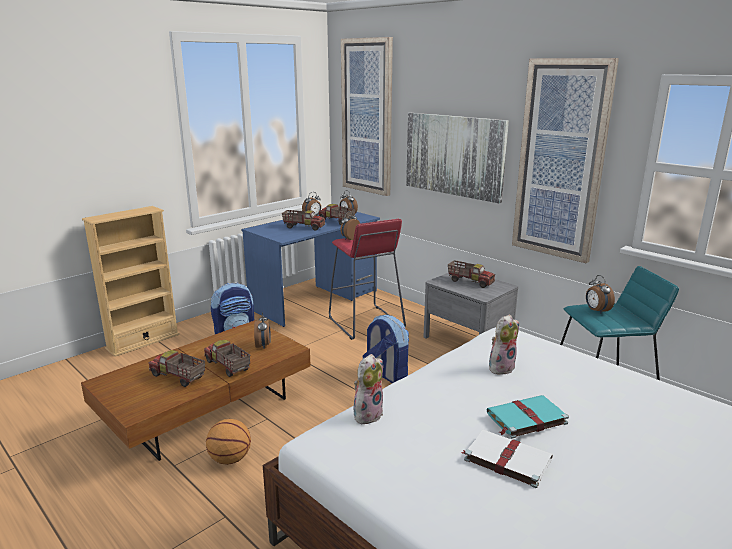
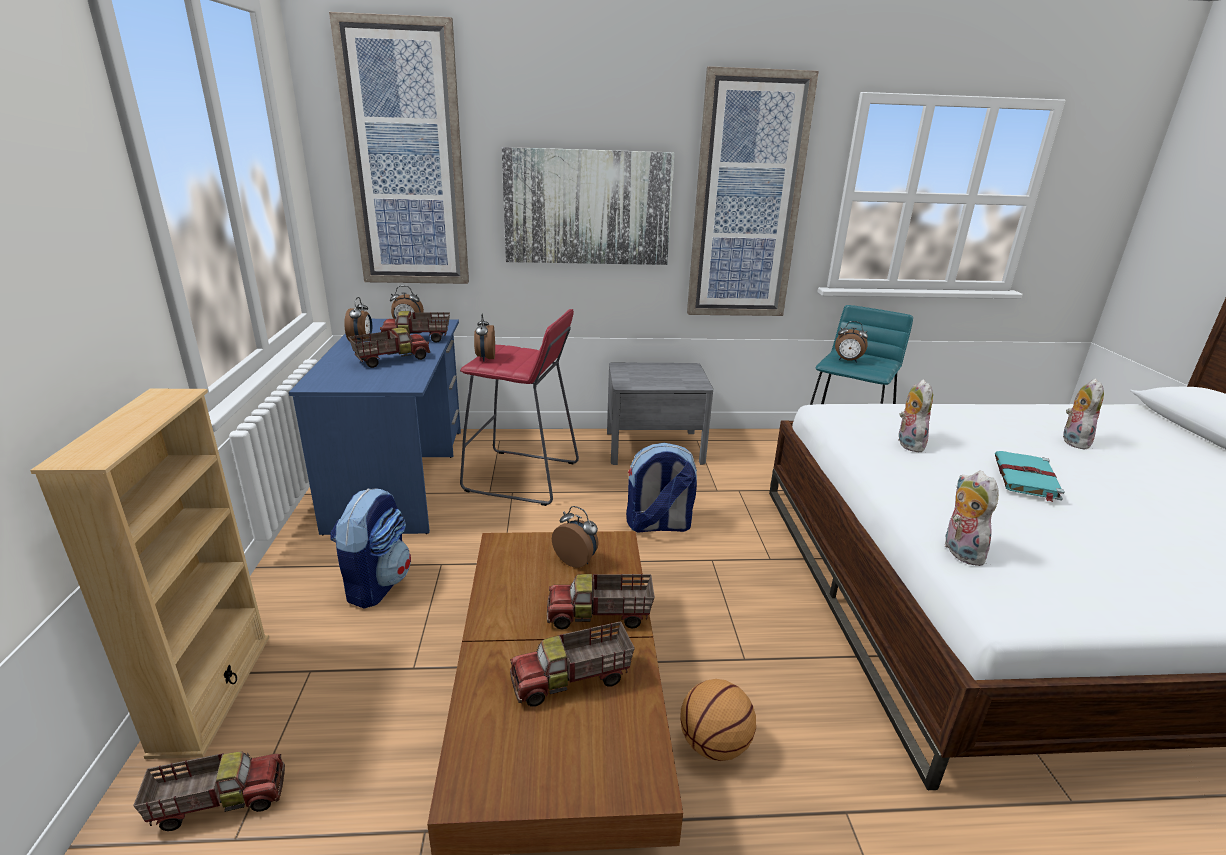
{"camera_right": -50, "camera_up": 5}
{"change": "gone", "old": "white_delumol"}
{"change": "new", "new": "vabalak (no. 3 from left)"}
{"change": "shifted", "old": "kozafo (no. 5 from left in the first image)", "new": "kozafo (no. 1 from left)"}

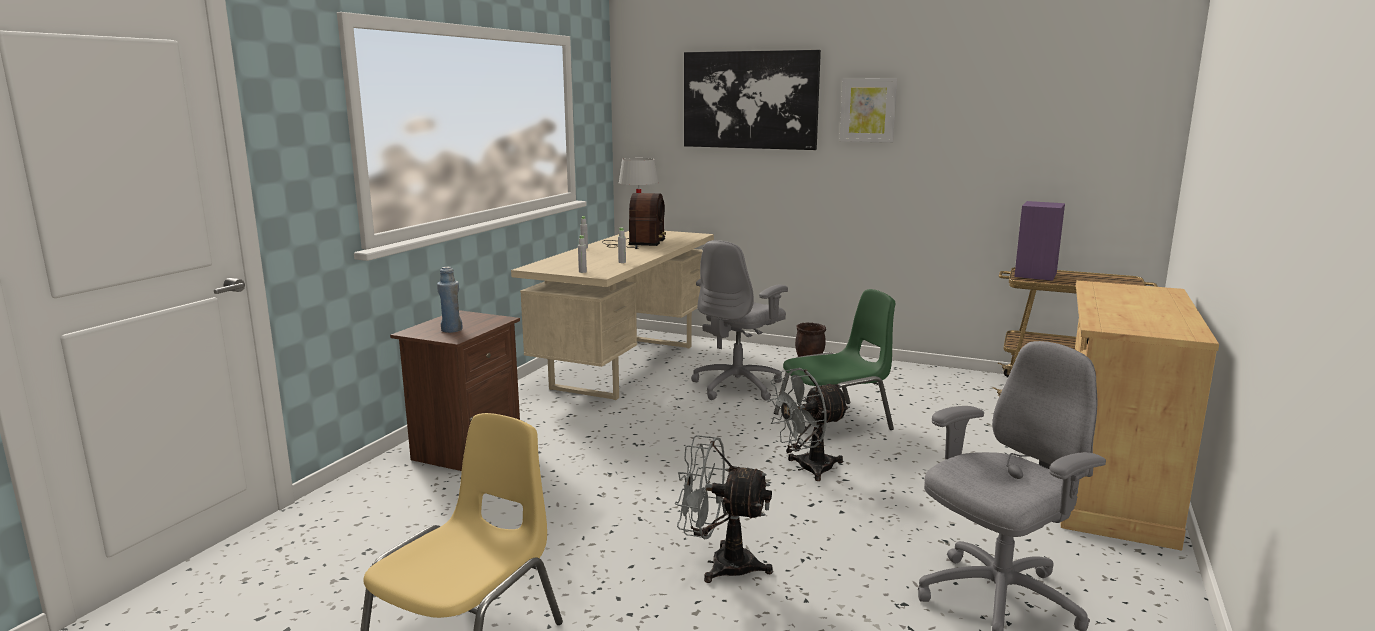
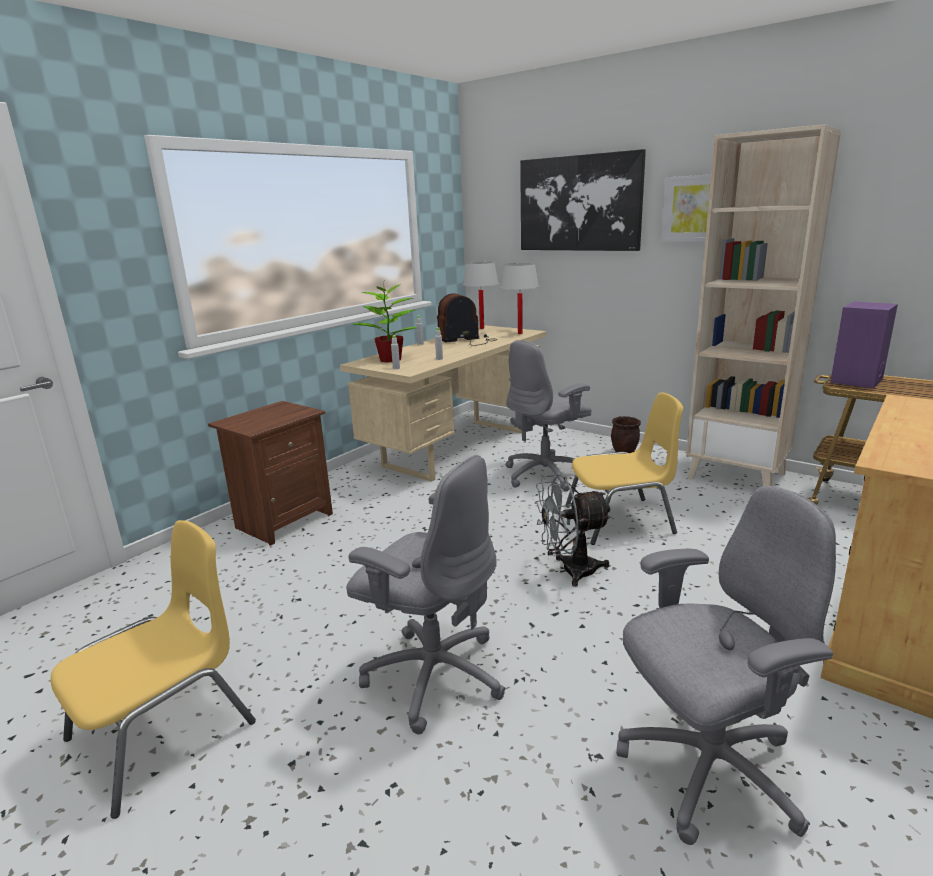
{"camera_right": 15, "camera_up": 5}
{"change": "gone", "old": "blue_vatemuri"}
{"change": "new", "new": "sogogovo"}
{"change": "new", "new": "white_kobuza (no. 2 from left)"}
{"change": "new", "new": "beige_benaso"}
{"change": "swapped", "old": "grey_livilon (no. 1 from left)", "new": "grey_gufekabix (no. 1 from left)"}
{"change": "repainted", "old": "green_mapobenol", "new": "yellow_mapobenol (no. 2 from left)"}
{"change": "rotated", "old": "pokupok", "degrees": -135}

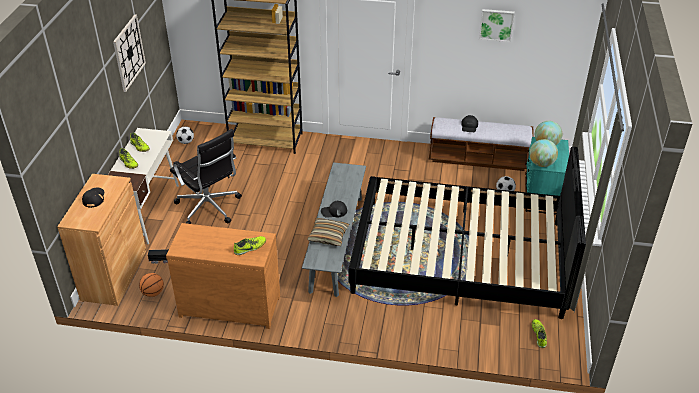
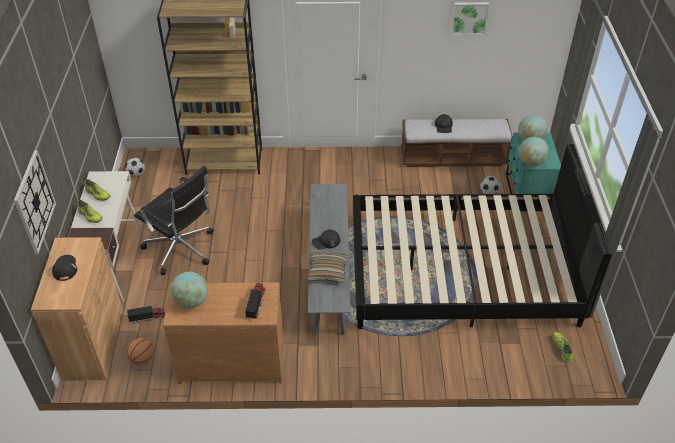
{"camera_right": -10, "camera_up": 5}
{"change": "new", "new": "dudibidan (no. 1 from left)"}
{"change": "shifted", "old": "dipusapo"}
{"change": "swapped", "old": "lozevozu (no. 3 from left)", "new": "kozafo (no. 2 from left)"}

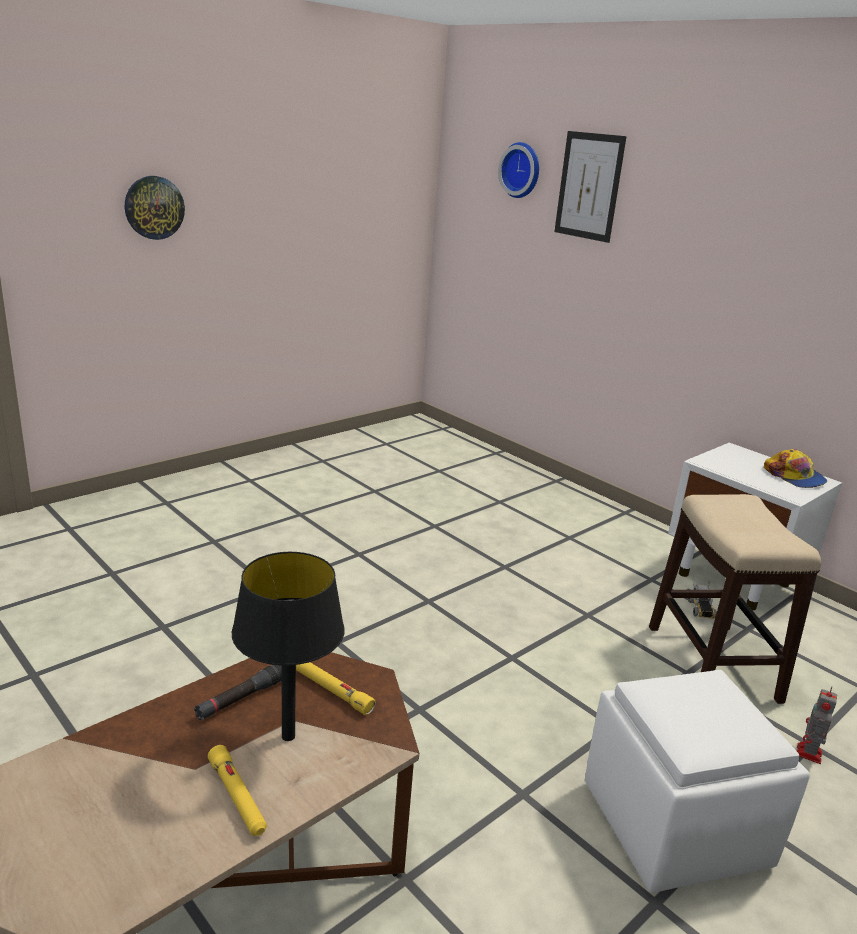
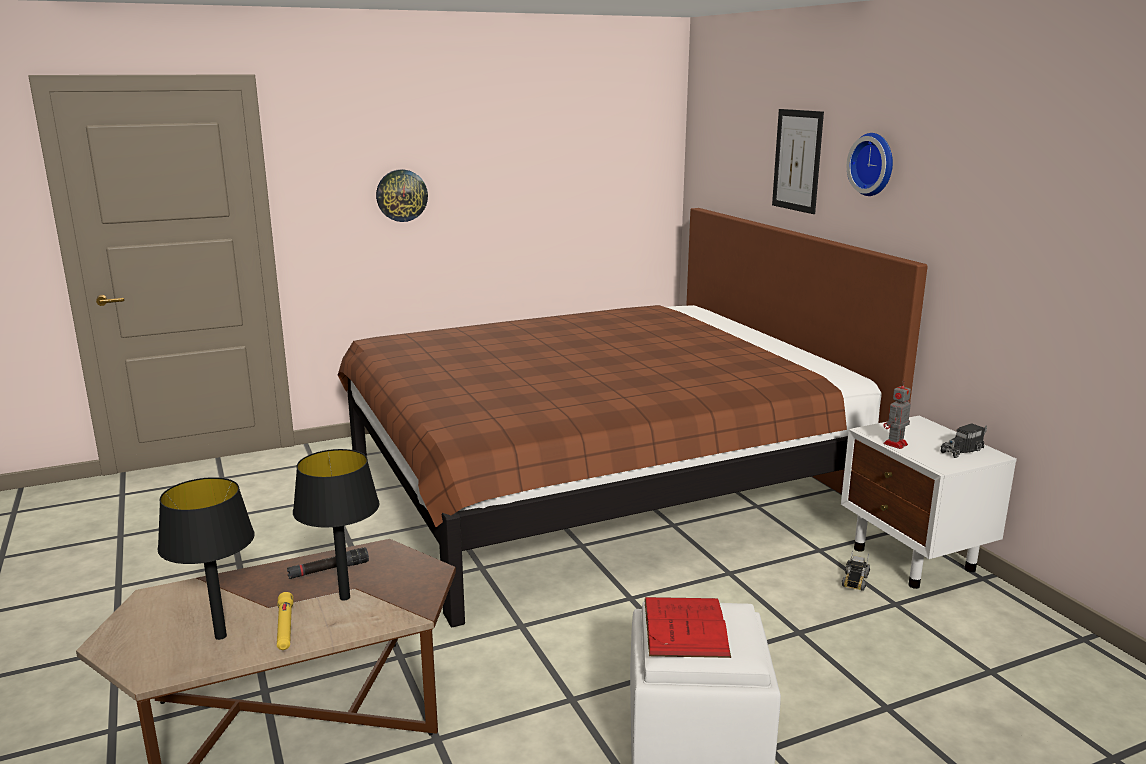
{"camera_right": 20, "camera_up": -5}
{"change": "gone", "old": "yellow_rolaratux (no. 2 from left)"}
{"change": "gone", "old": "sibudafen"}
{"change": "new", "new": "black_kobuza (no. 1 from left)"}
{"change": "new", "new": "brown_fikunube"}
{"change": "new", "new": "red_delumol"}
{"change": "shifted", "old": "dipusapo (no. 2 from left)"}
{"change": "shifted", "old": "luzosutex"}
{"change": "swapped", "old": "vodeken", "new": "kozafo (no. 2 from left)"}

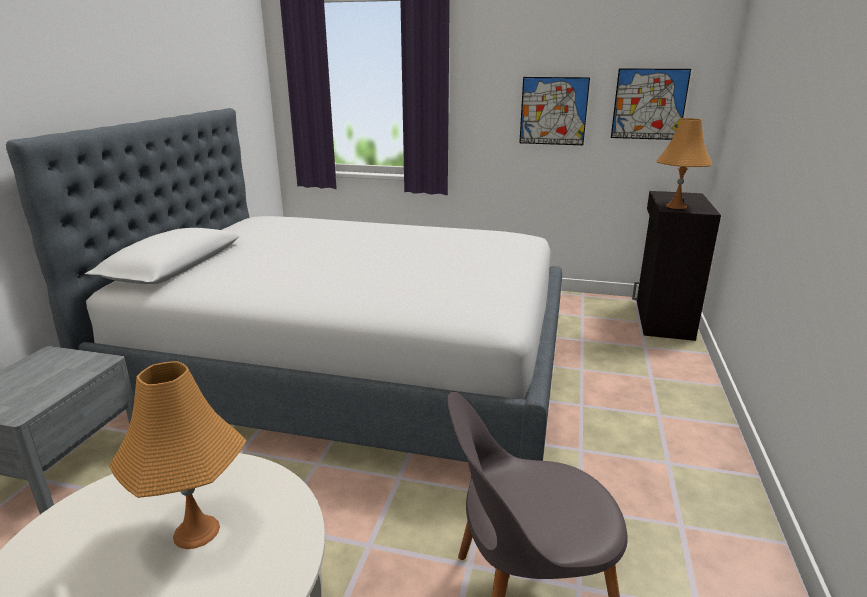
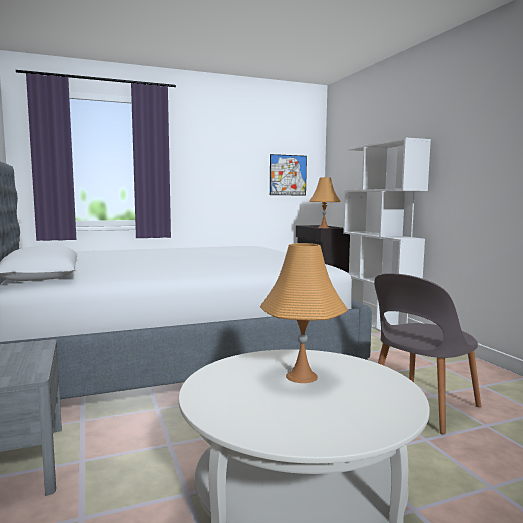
{"camera_right": -35, "camera_up": -15}
{"change": "gone", "old": "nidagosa (no. 1 from left)"}
{"change": "new", "new": "white_benaso"}

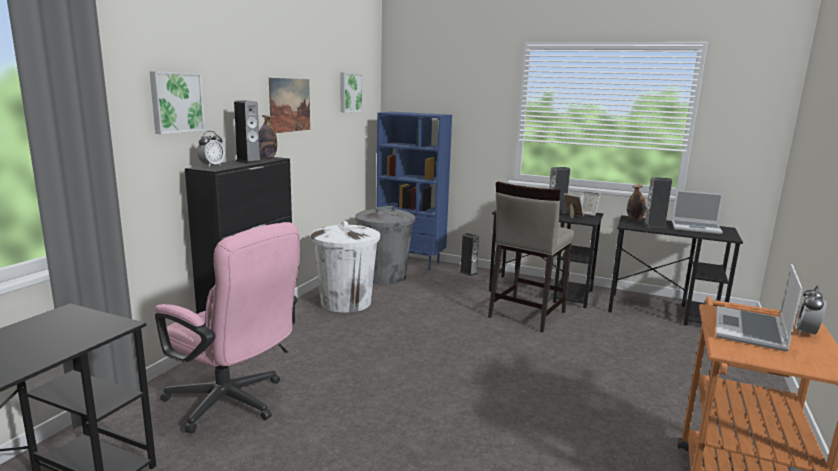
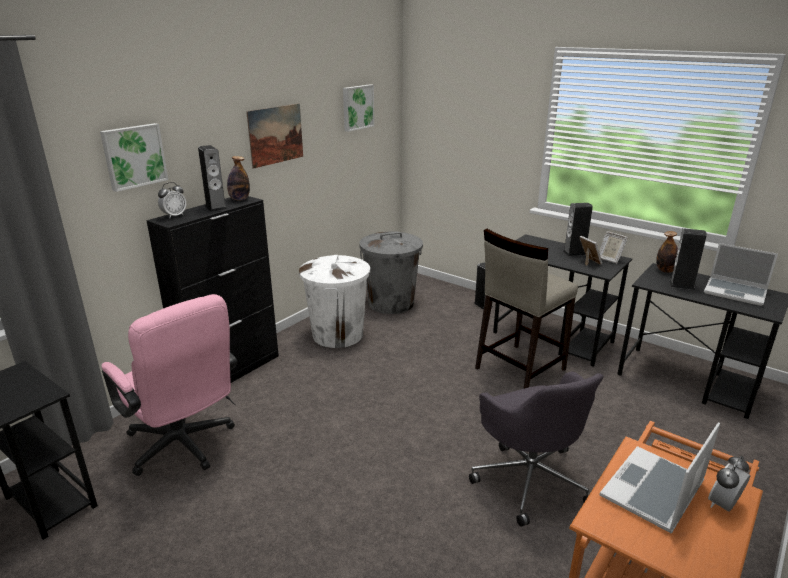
{"camera_right": 15, "camera_up": 10}
{"change": "gone", "old": "blue_benaso"}
{"change": "new", "new": "grey_gufekabix"}

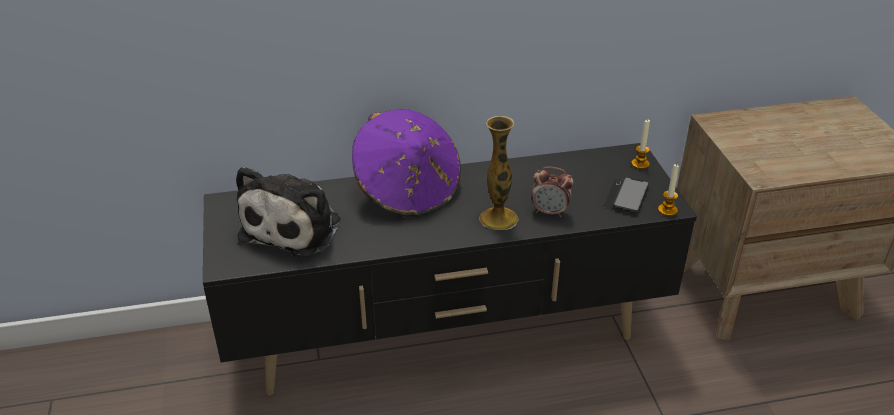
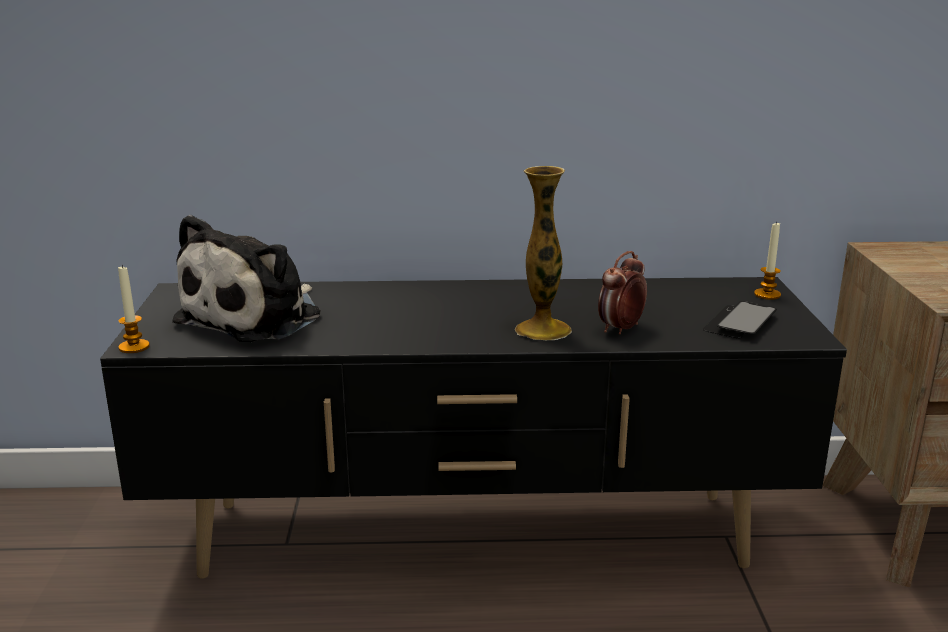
{"camera_right": 10, "camera_up": -15}
{"change": "gone", "old": "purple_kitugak"}
{"change": "shifted", "old": "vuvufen (no. 2 from left in the first image)", "new": "vuvufen (no. 1 from left)"}
{"change": "rotated", "old": "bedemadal", "degrees": 105}

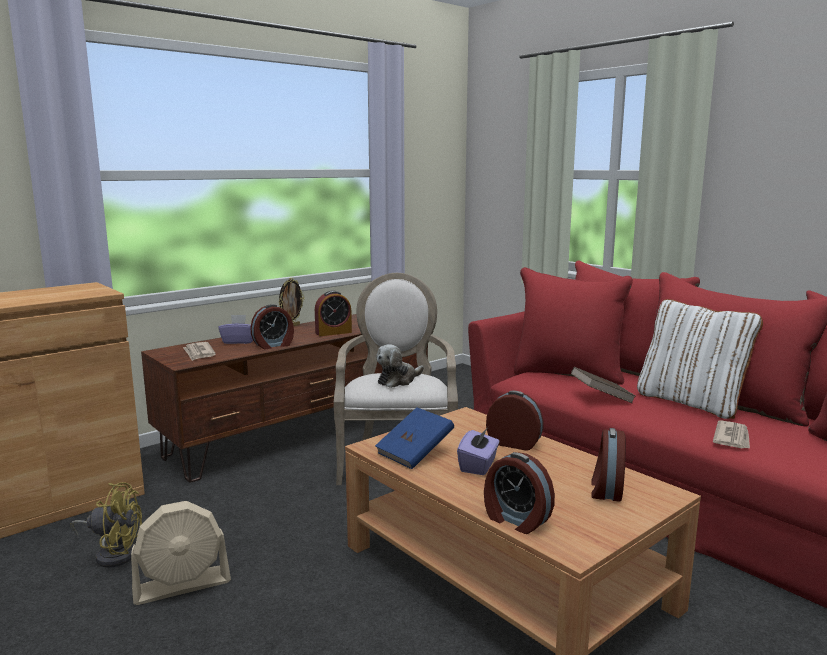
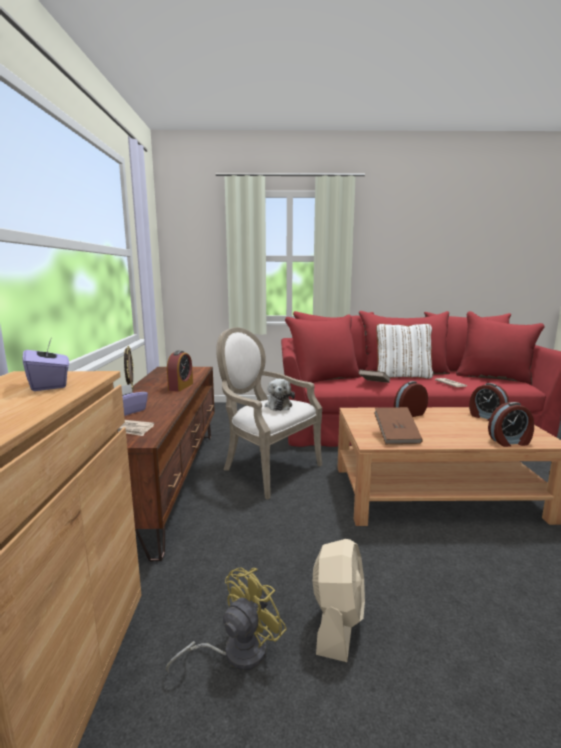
{"camera_right": -50, "camera_up": 0}
{"change": "gone", "old": "bedemadal (no. 1 from left)"}
{"change": "shifted", "old": "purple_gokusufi (no. 2 from left in the first image)", "new": "purple_gokusufi (no. 1 from left)"}
{"change": "repainted", "old": "blue_delumol", "new": "brown_delumol (no. 2 from left)"}

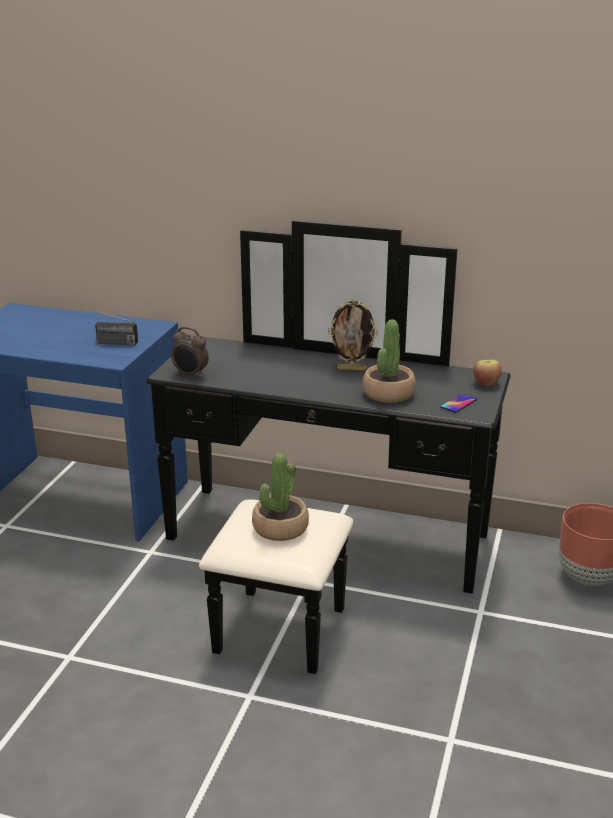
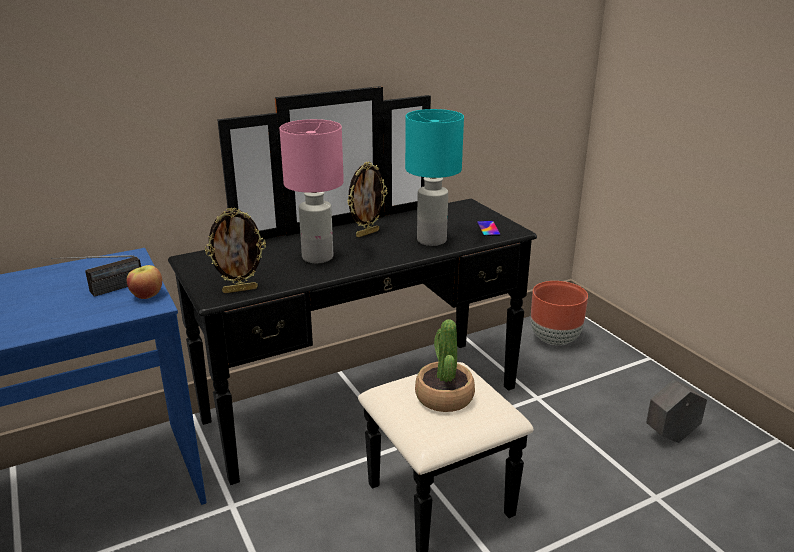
{"camera_right": -45, "camera_up": 0}
{"change": "new", "new": "pink_kobuza"}
{"change": "new", "new": "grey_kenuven"}
{"change": "shifted", "old": "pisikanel"}
{"change": "swapped", "old": "bedemadal", "new": "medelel (no. 1 from left)"}
{"change": "swapped", "old": "sogogovo (no. 2 from left)", "new": "turquoise_kobuza"}

